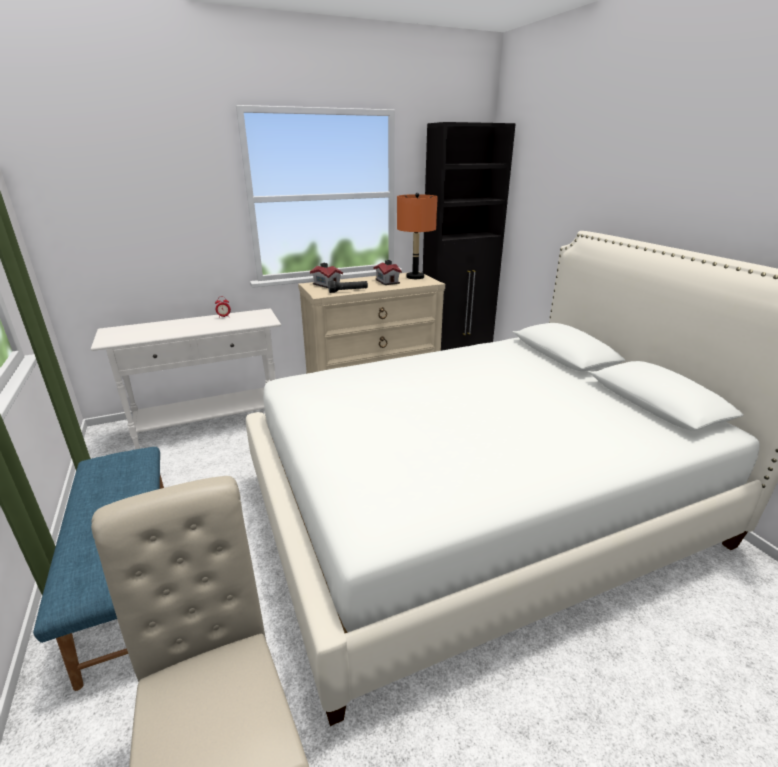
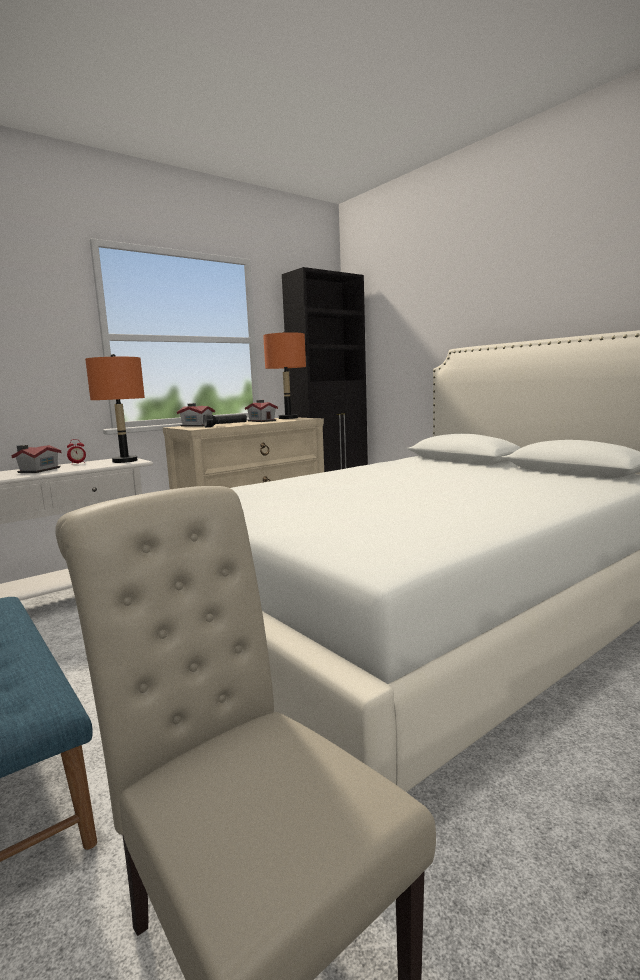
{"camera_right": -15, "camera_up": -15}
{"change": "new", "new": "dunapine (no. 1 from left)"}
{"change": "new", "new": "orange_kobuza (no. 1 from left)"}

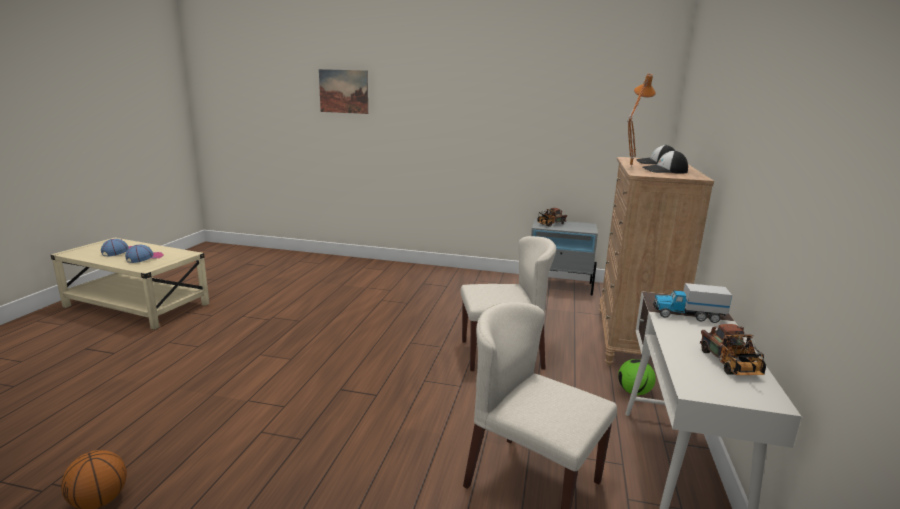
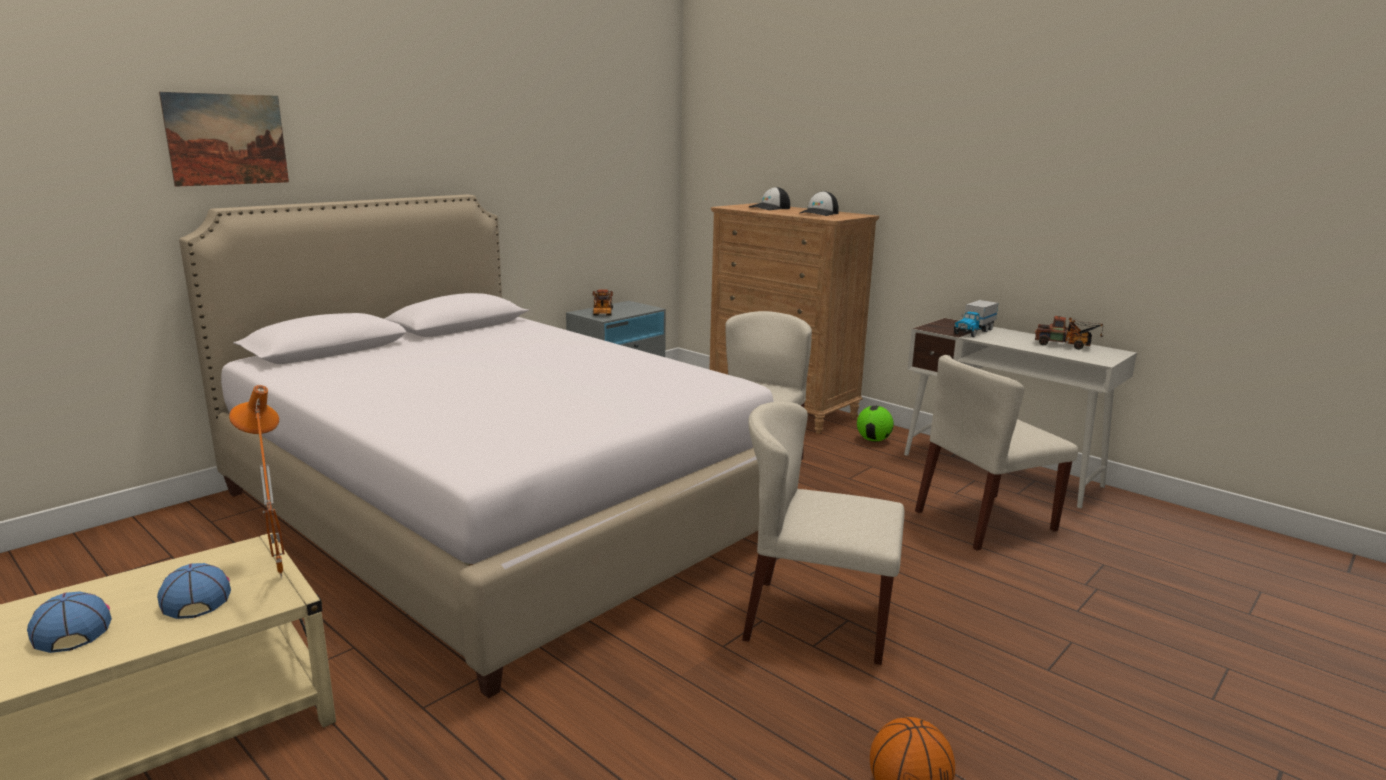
{"camera_right": -60, "camera_up": 0}
{"change": "new", "new": "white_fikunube"}
{"change": "new", "new": "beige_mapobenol (no. 2 from left)"}
{"change": "shifted", "old": "orange_kobuza"}

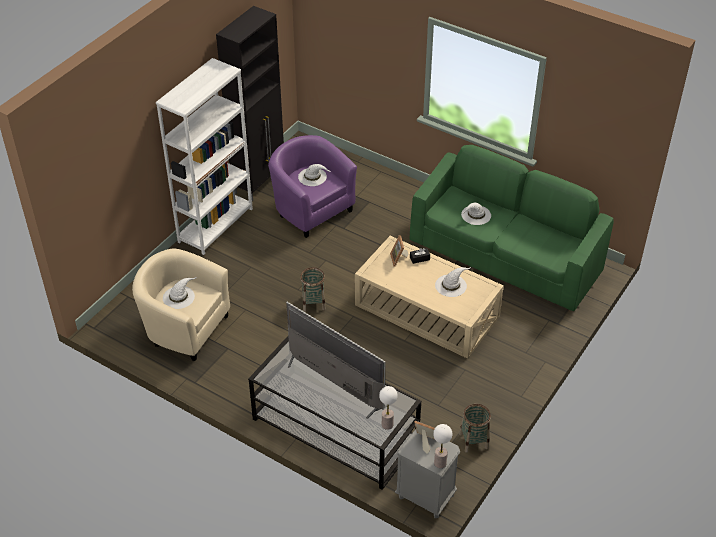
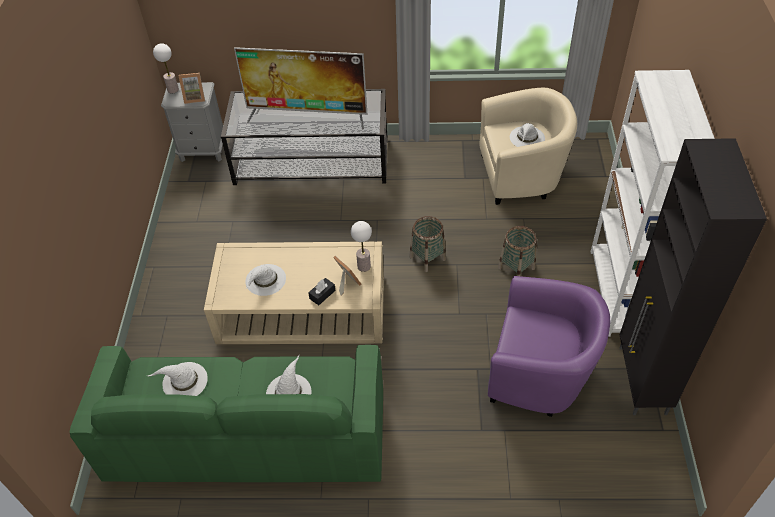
{"camera_right": 150, "camera_up": 5}
{"change": "shifted", "old": "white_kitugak (no. 2 from left in the first image)", "new": "white_kitugak (no. 1 from left)"}
{"change": "shifted", "old": "kobuza (no. 1 from left in the first image)", "new": "kobuza (no. 2 from left)"}
{"change": "shifted", "old": "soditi (no. 2 from left)"}

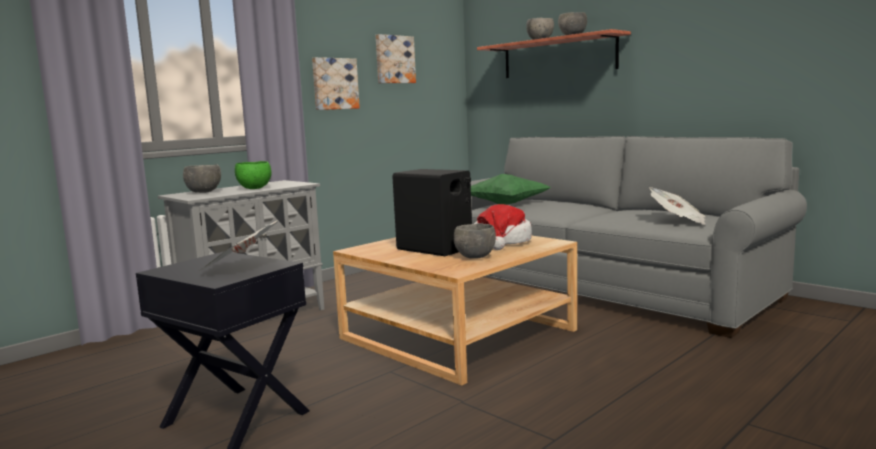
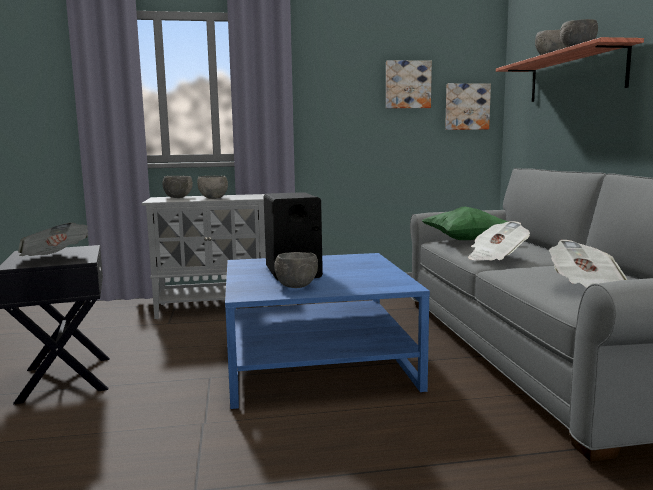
{"camera_right": 35, "camera_up": 0}
{"change": "gone", "old": "kitugak"}
{"change": "new", "new": "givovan (no. 2 from left)"}
{"change": "shifted", "old": "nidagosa (no. 1 from left in the first image)", "new": "nidagosa (no. 2 from left)"}
{"change": "repainted", "old": "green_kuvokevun", "new": "grey_kuvokevun (no. 2 from left)"}
{"change": "repainted", "old": "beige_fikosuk", "new": "blue_fikosuk"}

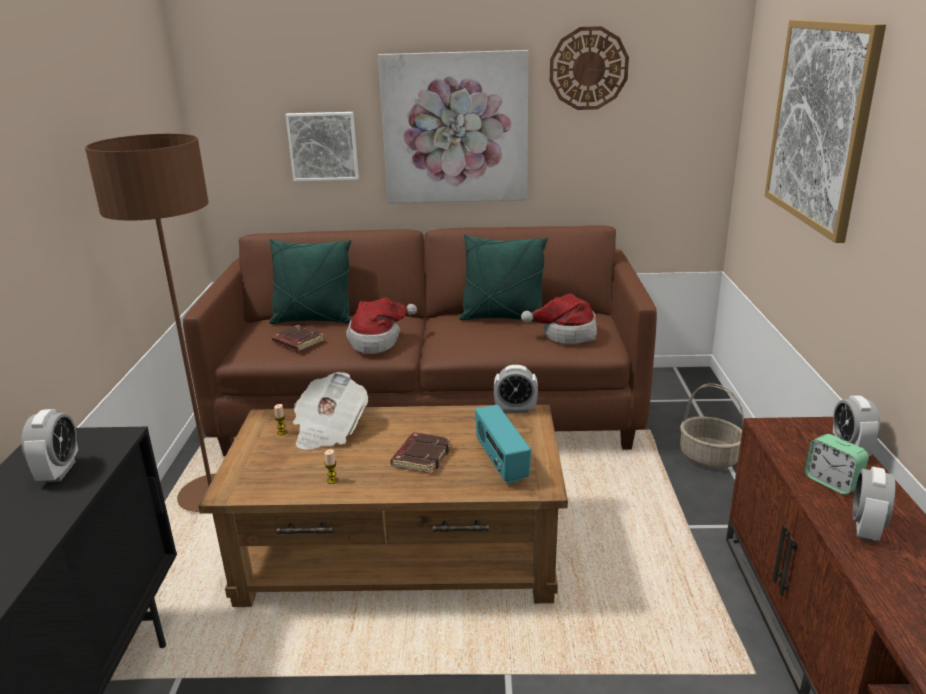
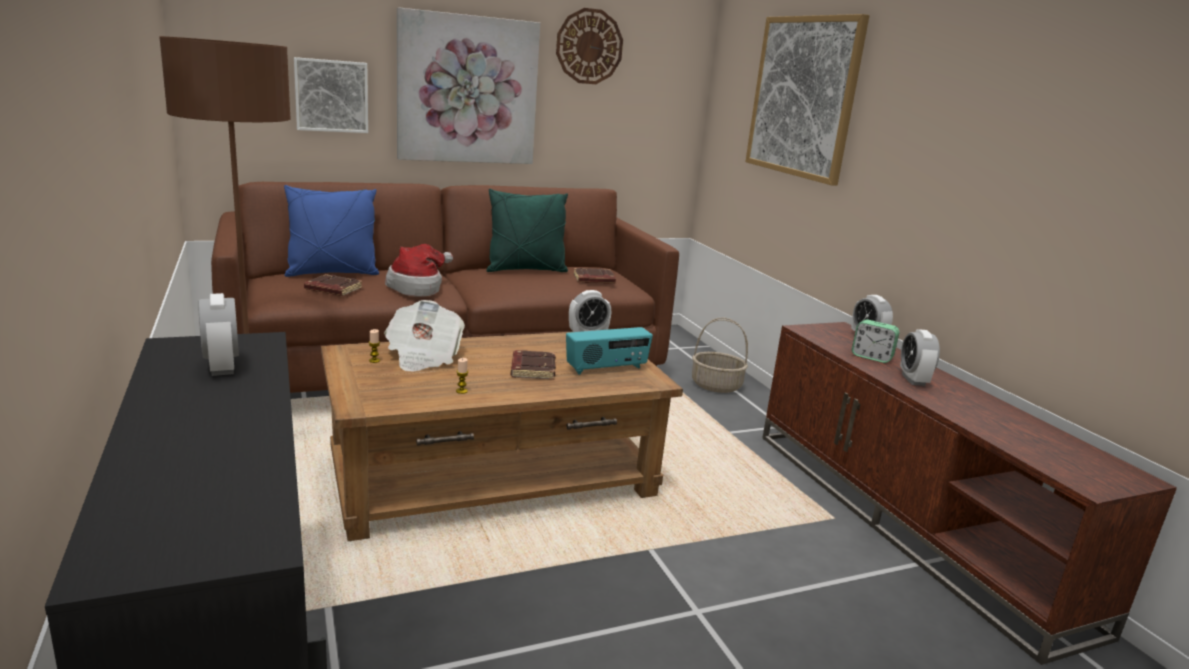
{"camera_right": -25, "camera_up": -5}
{"change": "swapped", "old": "kitugak (no. 2 from left)", "new": "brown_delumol (no. 3 from left)"}
{"change": "repainted", "old": "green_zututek (no. 1 from left)", "new": "blue_zututek"}
{"change": "rotated", "old": "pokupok", "degrees": -75}

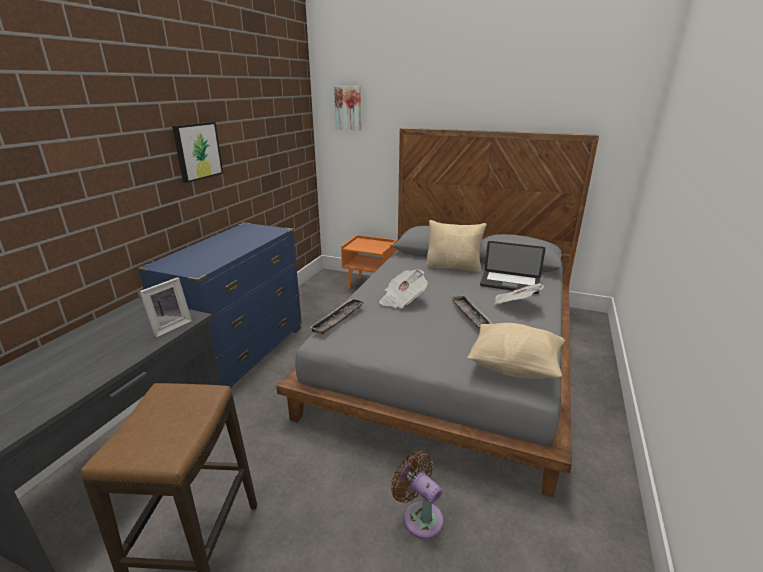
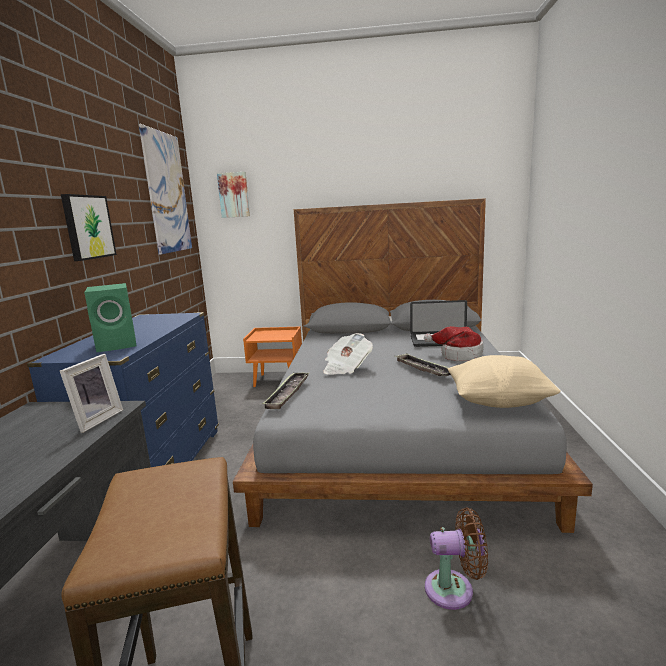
{"camera_right": -15, "camera_up": -10}
{"change": "gone", "old": "beige_zututek (no. 1 from left)"}
{"change": "new", "new": "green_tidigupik"}
{"change": "new", "new": "nidagosa (no. 2 from left)"}
{"change": "swapped", "old": "givovan (no. 2 from left)", "new": "kitugak"}
{"change": "rotated", "old": "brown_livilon", "degrees": 150}

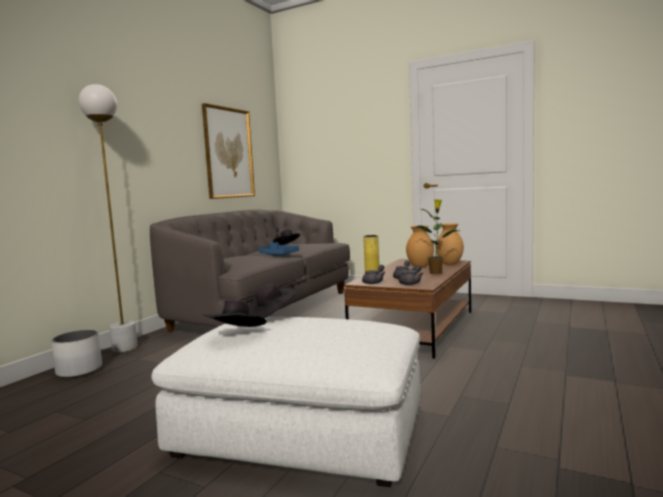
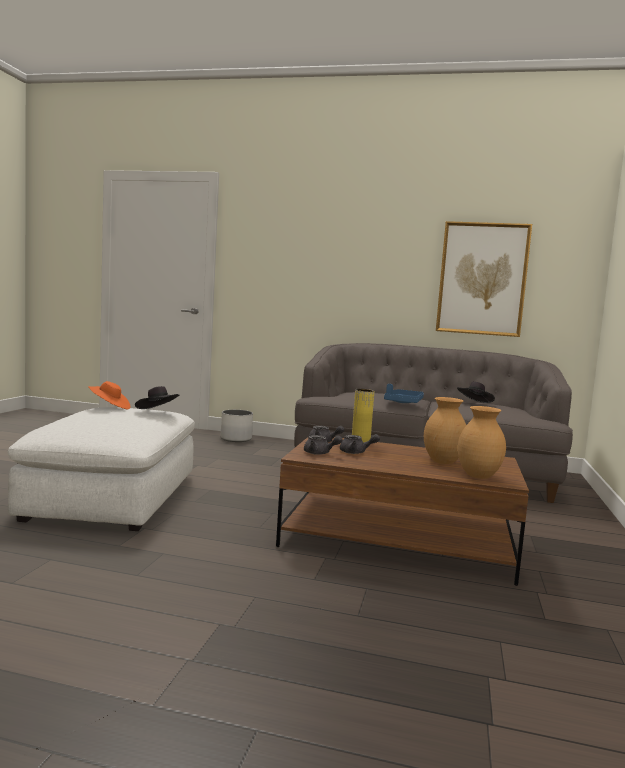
{"camera_right": 75, "camera_up": 0}
{"change": "gone", "old": "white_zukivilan"}
{"change": "gone", "old": "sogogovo"}
{"change": "repainted", "old": "black_kitugak (no. 1 from left)", "new": "orange_kitugak"}

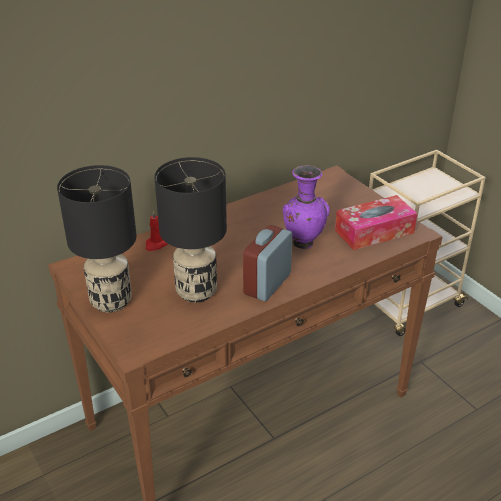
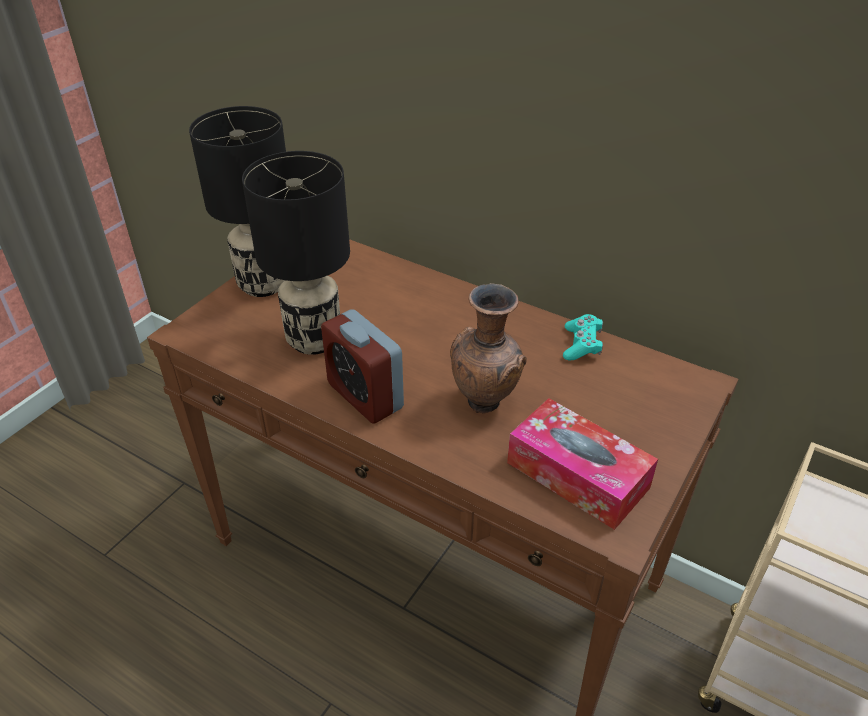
{"camera_right": 65, "camera_up": 5}
{"change": "gone", "old": "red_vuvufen"}
{"change": "new", "new": "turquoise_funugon"}
{"change": "repainted", "old": "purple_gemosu", "new": "brown_gemosu"}
{"change": "rotated", "old": "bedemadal", "degrees": -135}

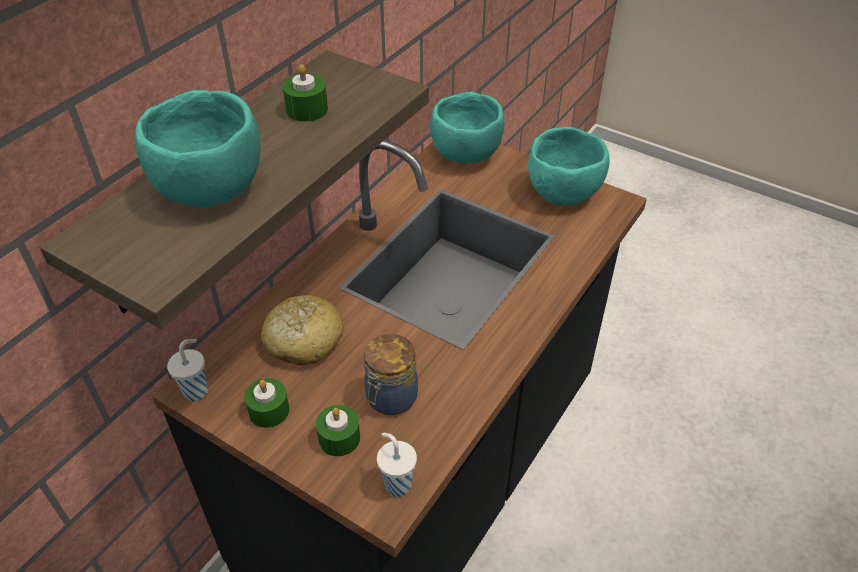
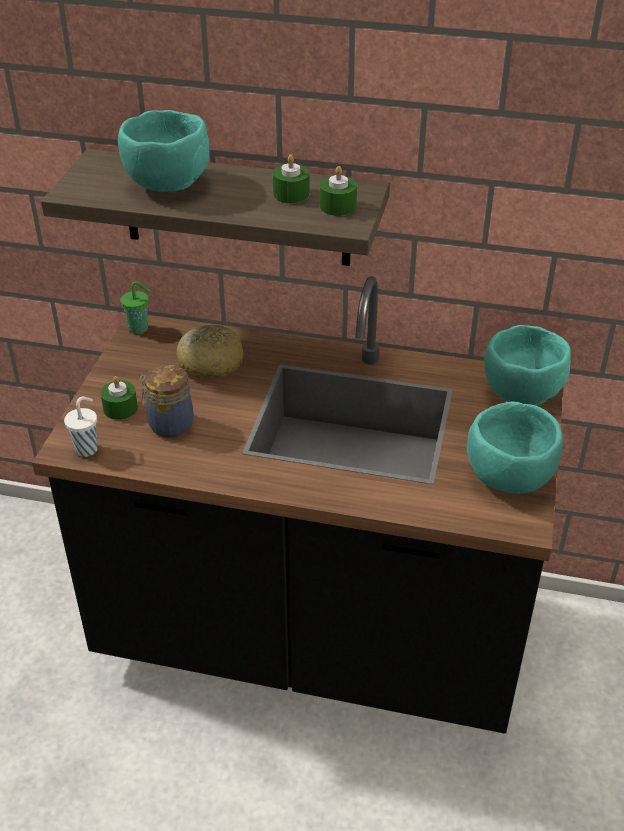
{"camera_right": 70, "camera_up": -5}
{"change": "shifted", "old": "green_vuvufen (no. 1 from left in the first image)", "new": "green_vuvufen (no. 3 from left)"}
{"change": "repainted", "old": "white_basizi (no. 1 from left)", "new": "green_basizi"}

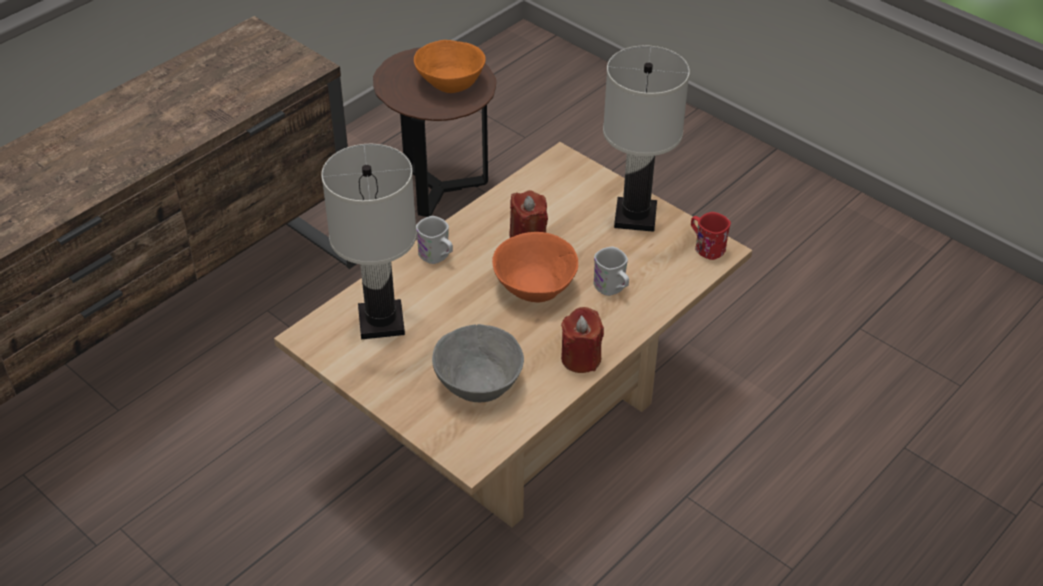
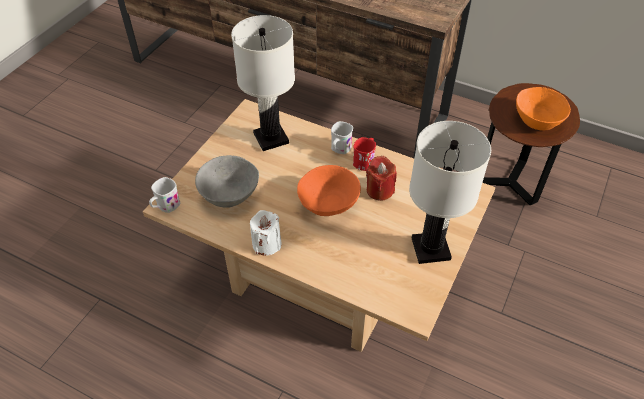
{"camera_right": 75, "camera_up": 5}
{"change": "shifted", "old": "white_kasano (no. 2 from left in the first image)", "new": "white_kasano (no. 1 from left)"}
{"change": "shifted", "old": "red_kasano"}
{"change": "repainted", "old": "red_vuvufen (no. 2 from left)", "new": "white_vuvufen"}

